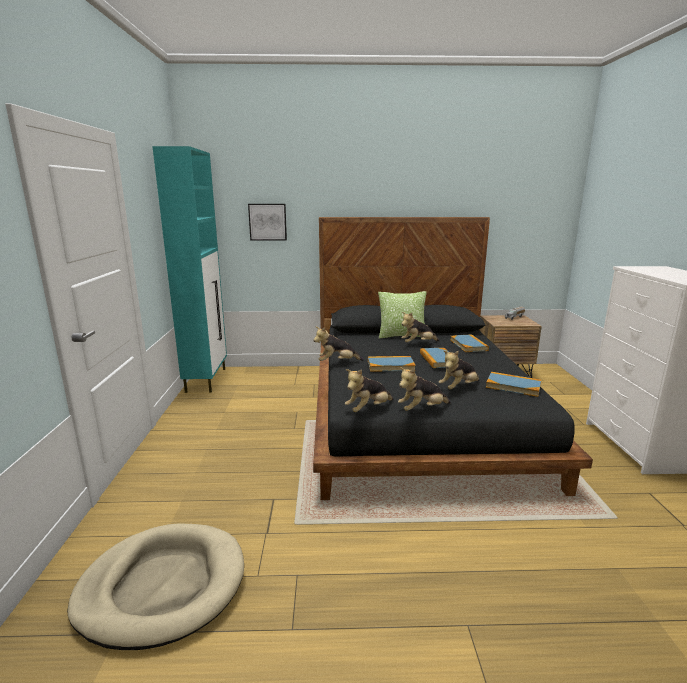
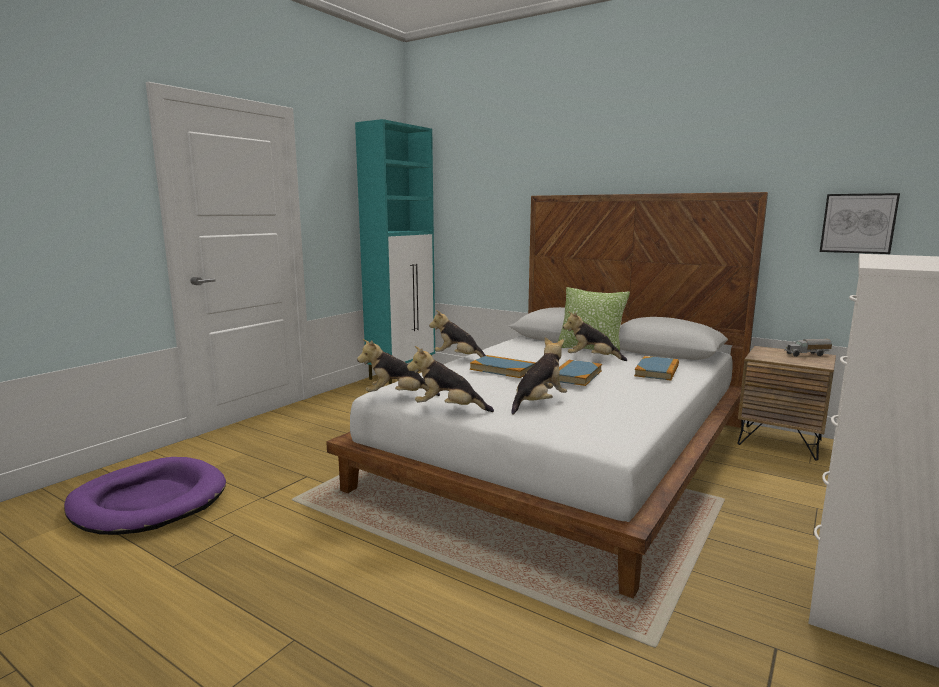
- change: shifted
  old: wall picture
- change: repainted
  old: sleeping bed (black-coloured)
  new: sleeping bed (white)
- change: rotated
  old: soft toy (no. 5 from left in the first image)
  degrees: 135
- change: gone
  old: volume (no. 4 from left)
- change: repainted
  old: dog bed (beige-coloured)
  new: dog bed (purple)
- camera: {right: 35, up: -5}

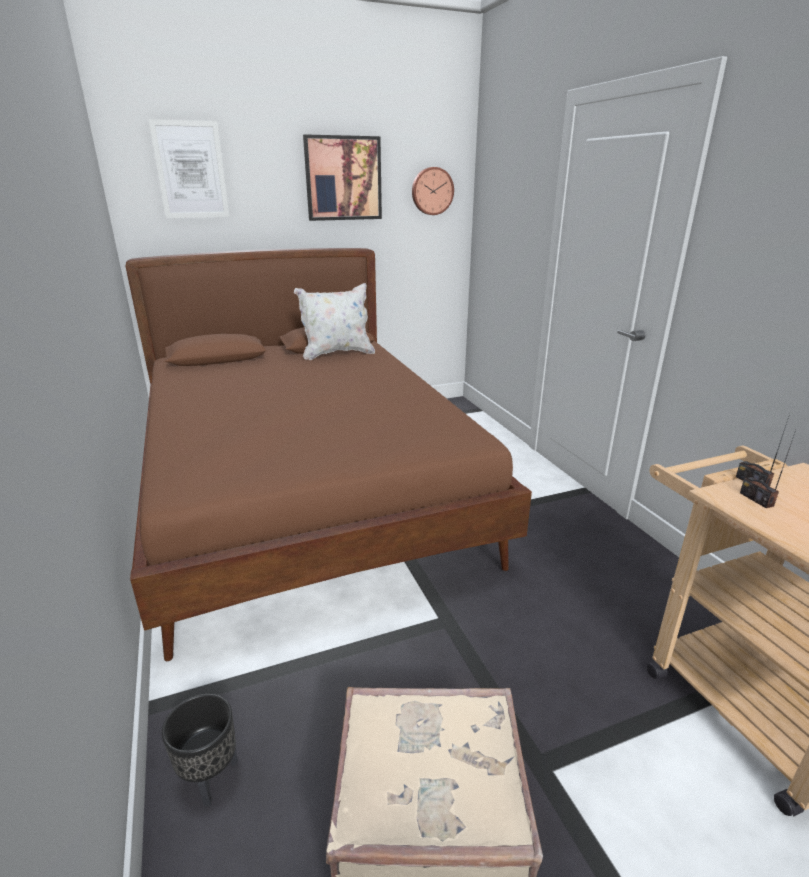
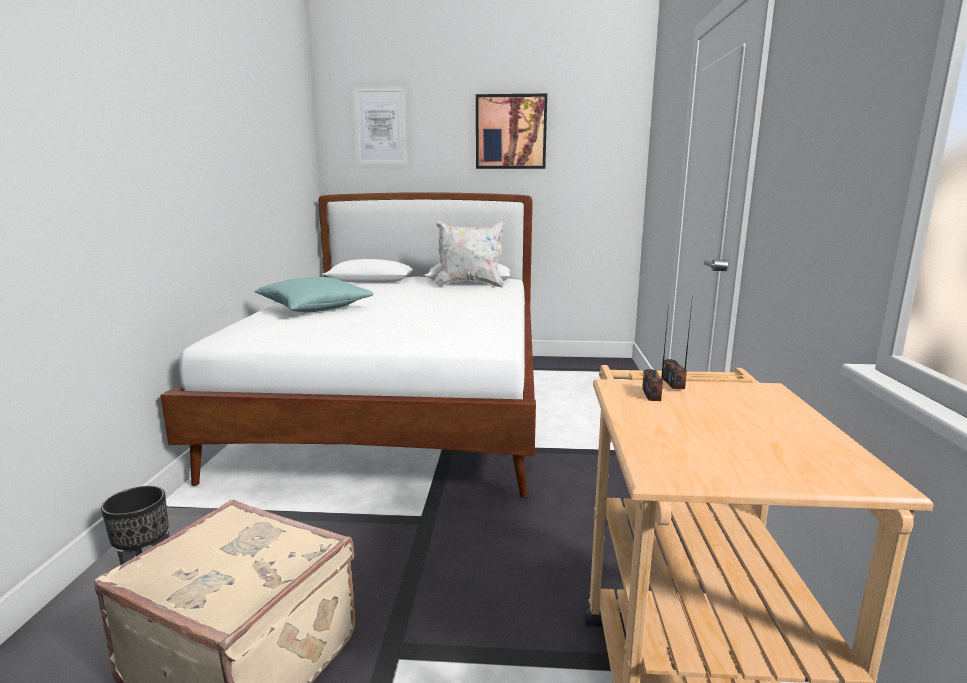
- change: gone
  old: wall clock
- change: repainted
  old: sleeping bed (brown)
  new: sleeping bed (white)
- change: new
  new: cushion (turquoise-coloured)
- camera: {right: 25, up: -10}

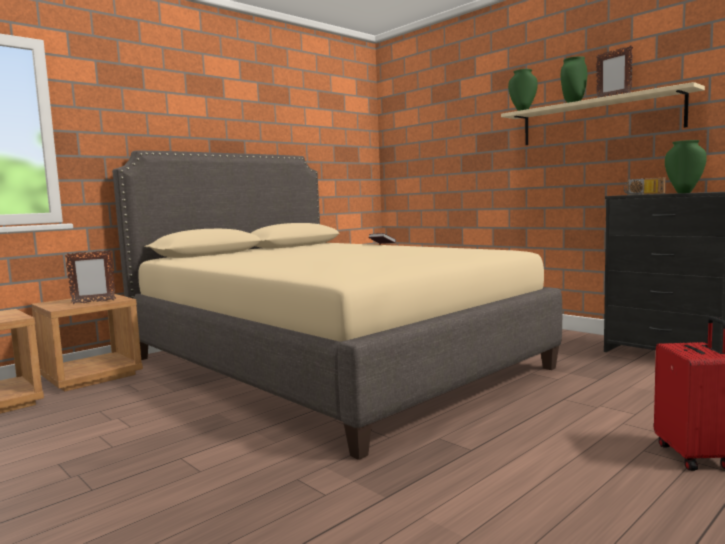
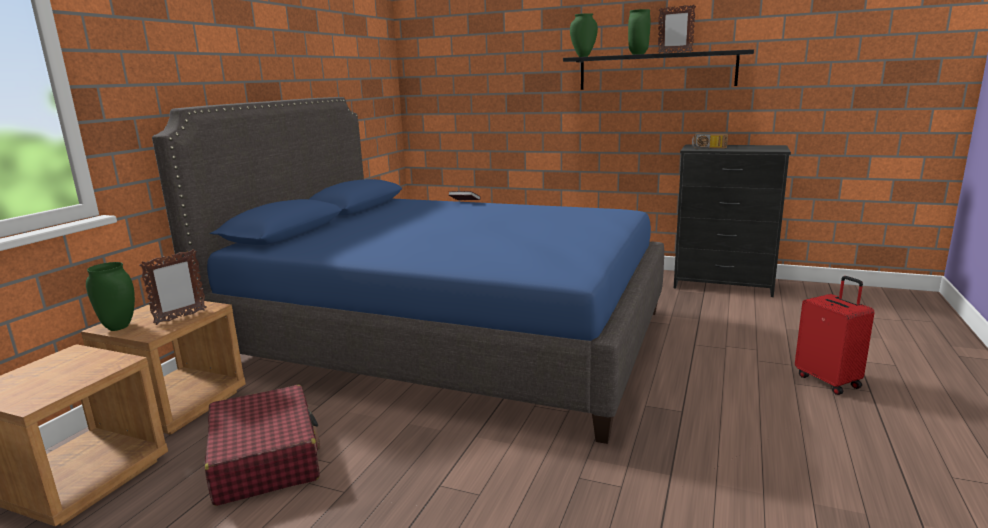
- change: repainted
  old: bracket shelf (beige-coloured)
  new: bracket shelf (black-coloured)
- change: shifted
  old: flower vase (greenish) (no. 3 from left in the first image)
  new: flower vase (greenish) (no. 1 from left)
- change: repainted
  old: sleeping bed (beige-coloured)
  new: sleeping bed (blue)
- change: new
  new: piece of luggage (reddish) (no. 1 from left)
- camera: {right: -25, up: 10}

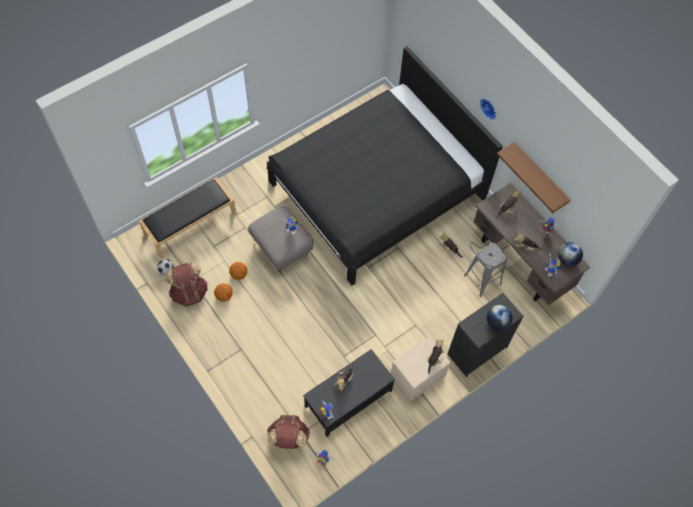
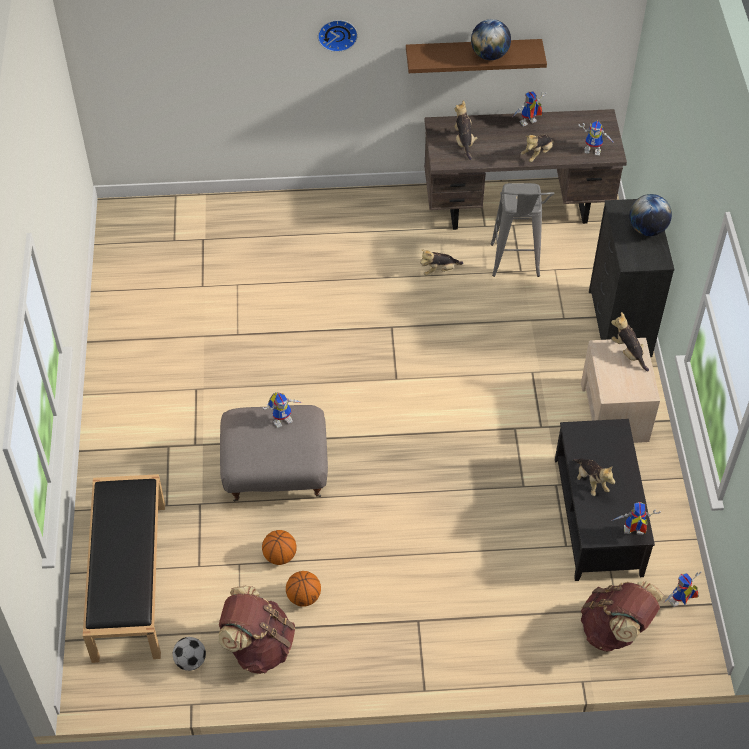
- change: gone
  old: sleeping bed (black-coloured)
- change: shifted
  old: desk globe (no. 2 from left in the first image)
  new: desk globe (no. 1 from left)
- camera: {right: -55, up: -10}

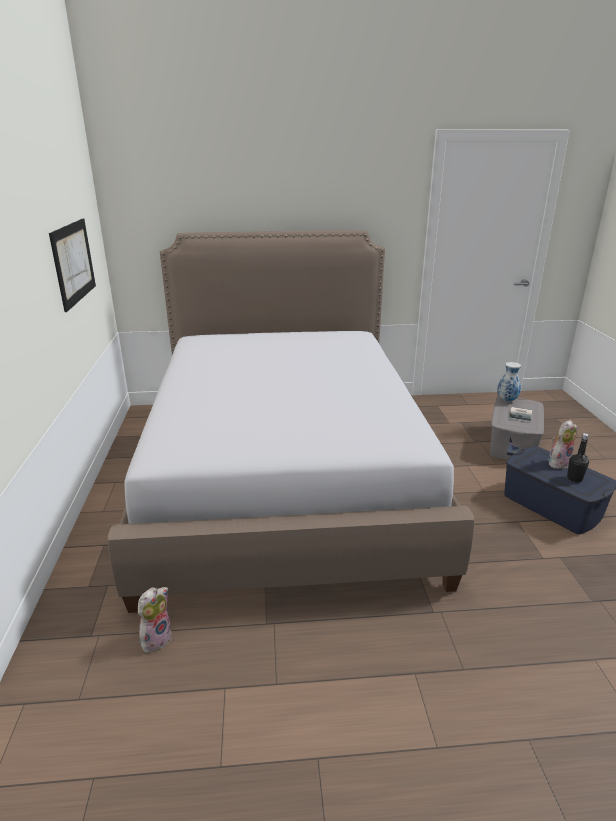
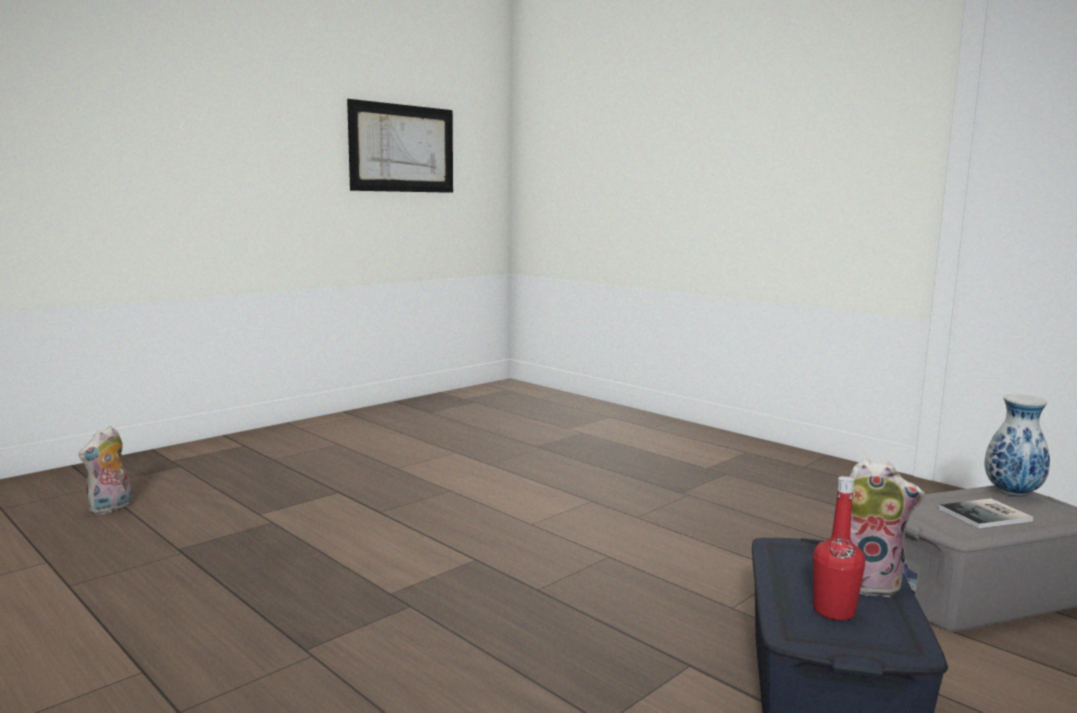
- change: gone
  old: sleeping bed
- change: repainted
  old: beverage bottle (black-coloured)
  new: beverage bottle (reddish)
- change: rotated
  old: soft toy (no. 1 from left)
  degrees: 120
- camera: {right: 50, up: -15}

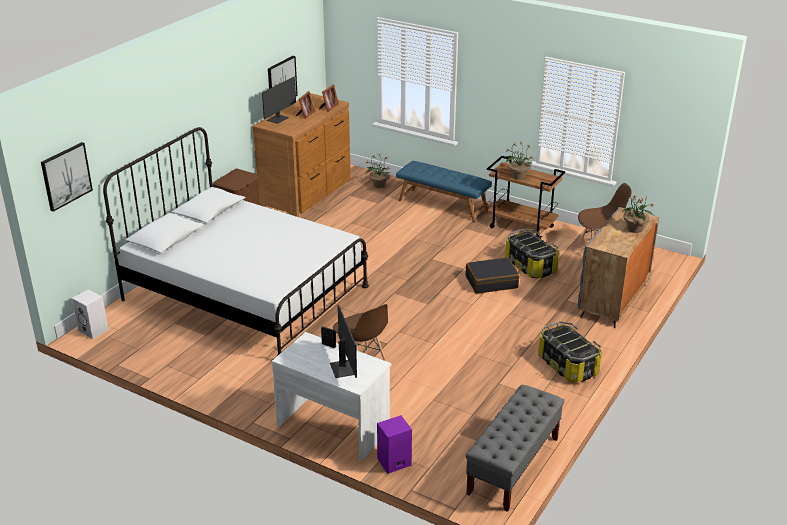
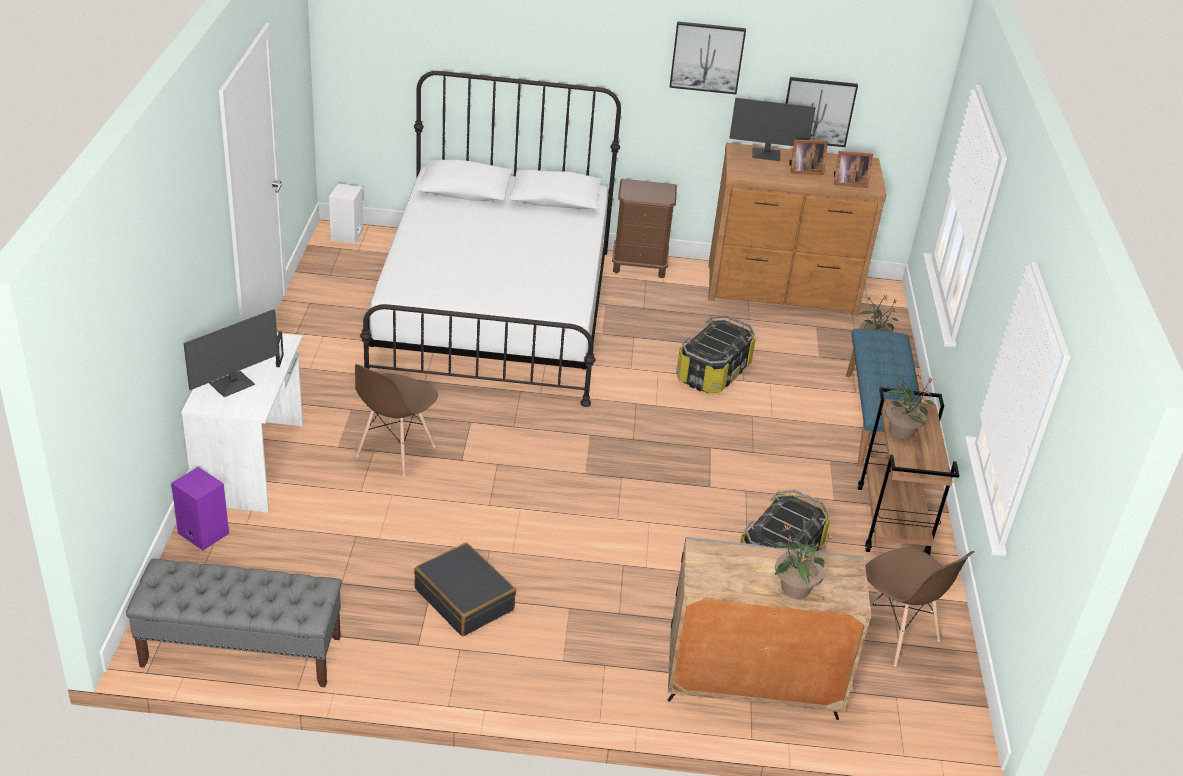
- change: shifted
  old: wall picture (no. 1 from left)
- change: shifted
  old: piece of luggage (black-coloured)
- change: shifted
  old: storage container (no. 2 from left in the first image)
  new: storage container (no. 1 from left)
- camera: {right: 60, up: 5}

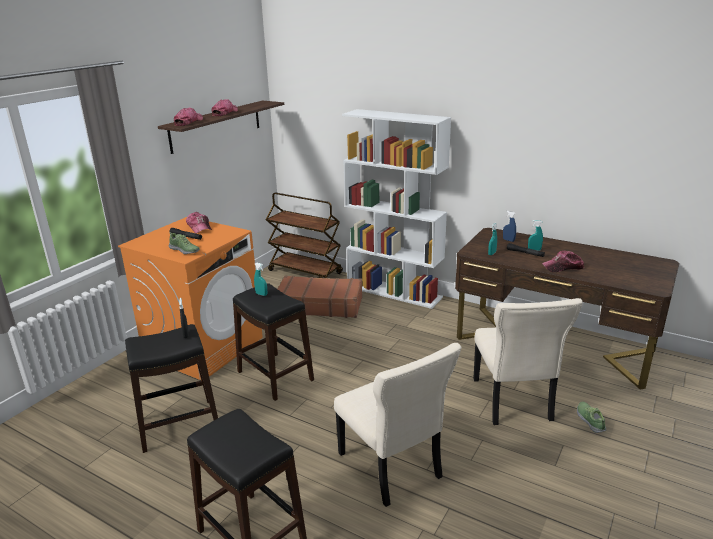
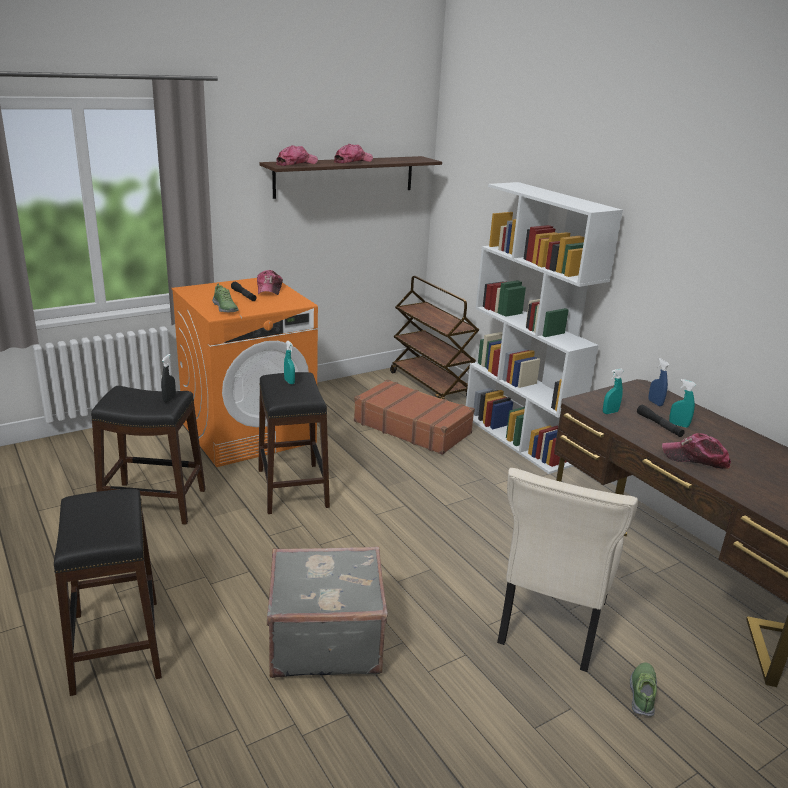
- change: swapped
  old: upright chair (beige-coloured) (no. 1 from left)
  new: piece of luggage (greyish)
- camera: {right: 25, up: 0}

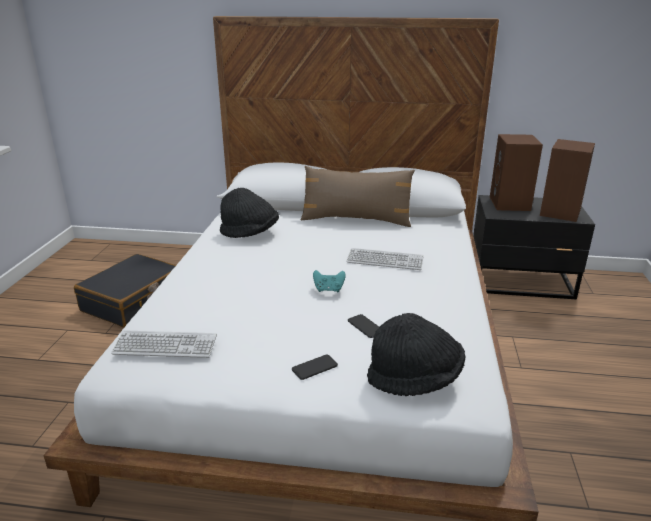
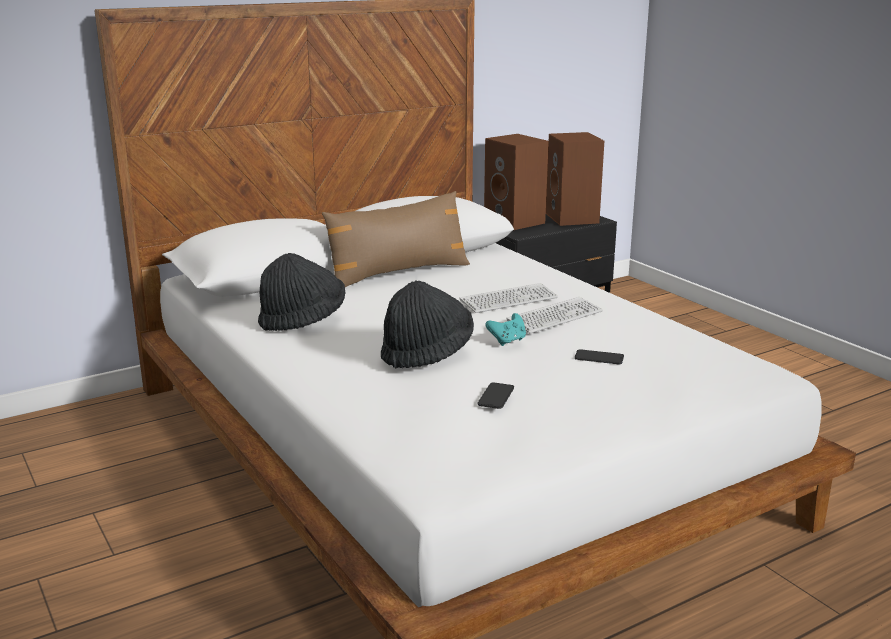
- change: gone
  old: piece of luggage (black-coloured)
- change: shifted
  old: wearable hat (black-coloured) (no. 2 from left)
- change: shifted
  old: computer keyboard (no. 1 from left in the first image)
  new: computer keyboard (no. 2 from left)
- change: shifted
  old: phone (no. 1 from left)
- camera: {right: -40, up: -5}

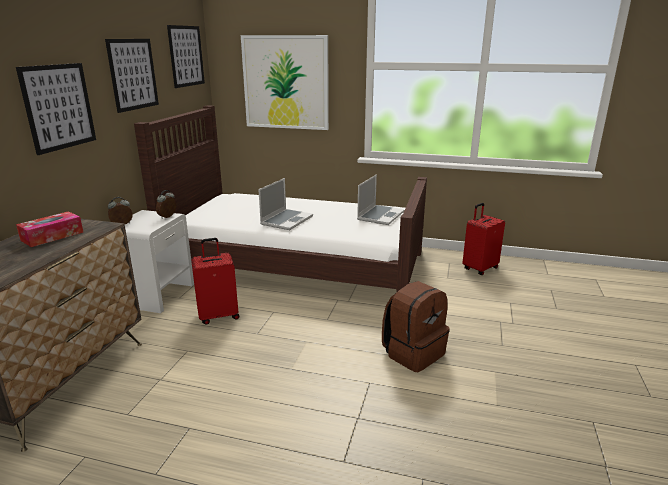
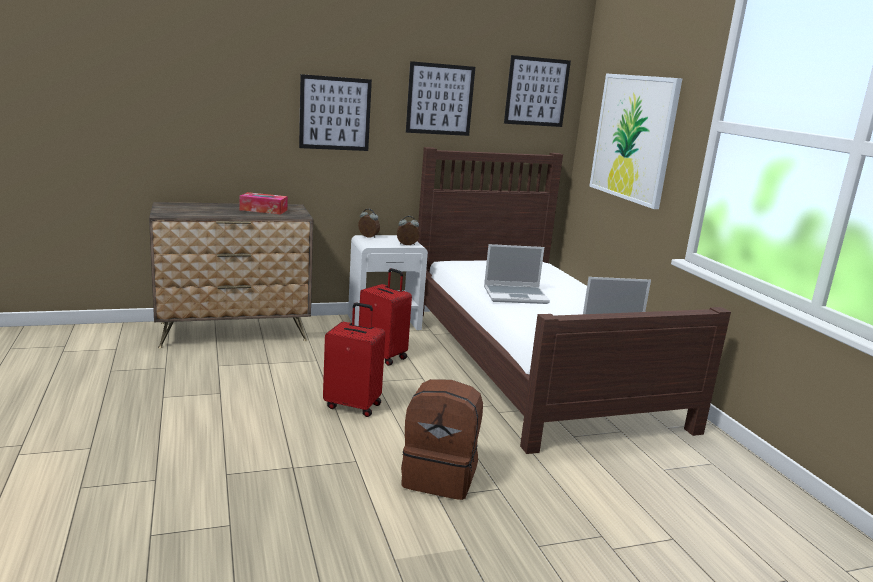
- change: shifted
  old: piece of luggage (reddish) (no. 2 from left in the first image)
  new: piece of luggage (reddish) (no. 1 from left)
- camera: {right: 55, up: -5}

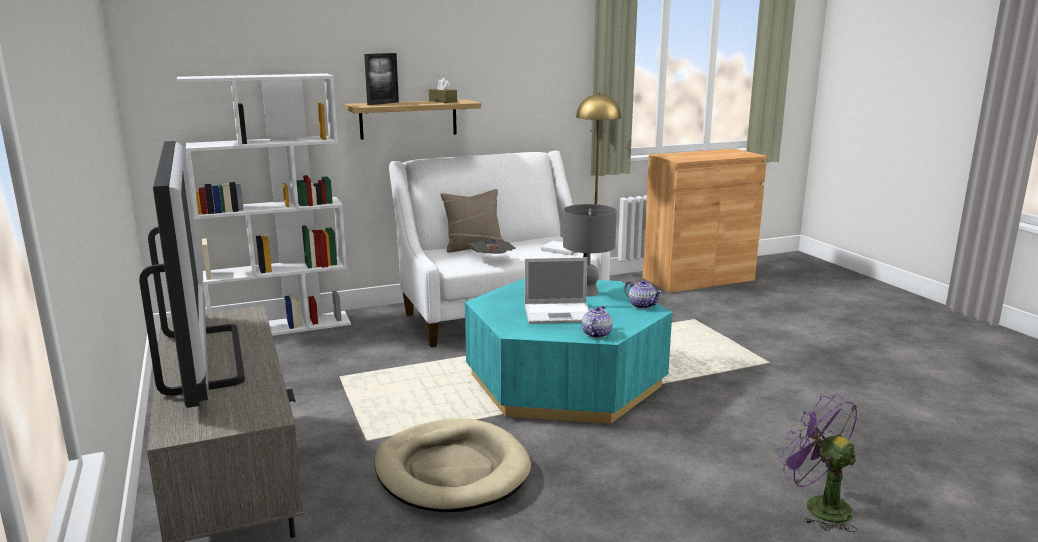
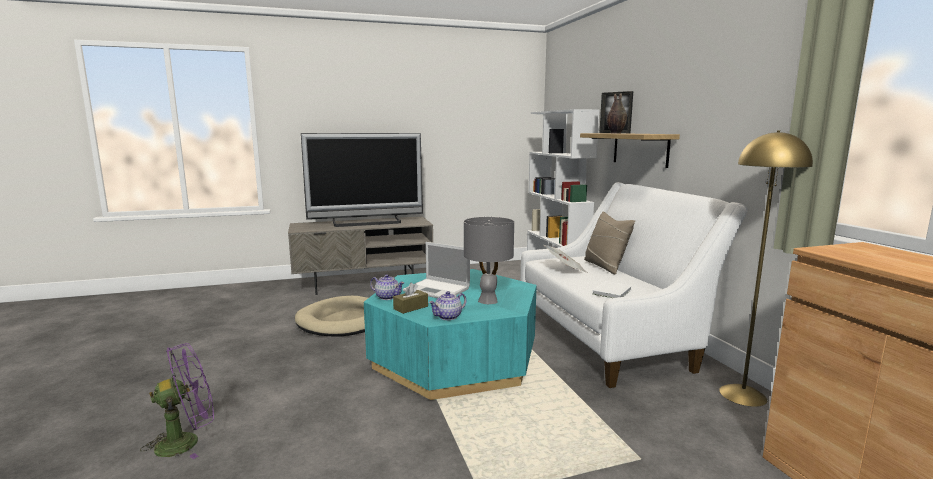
- change: shifted
  old: tissue holder (brown)
- change: rotated
  old: notebook computer
  degrees: -60
- change: new
  new: flower vase
- camera: {right: 95, up: -5}

